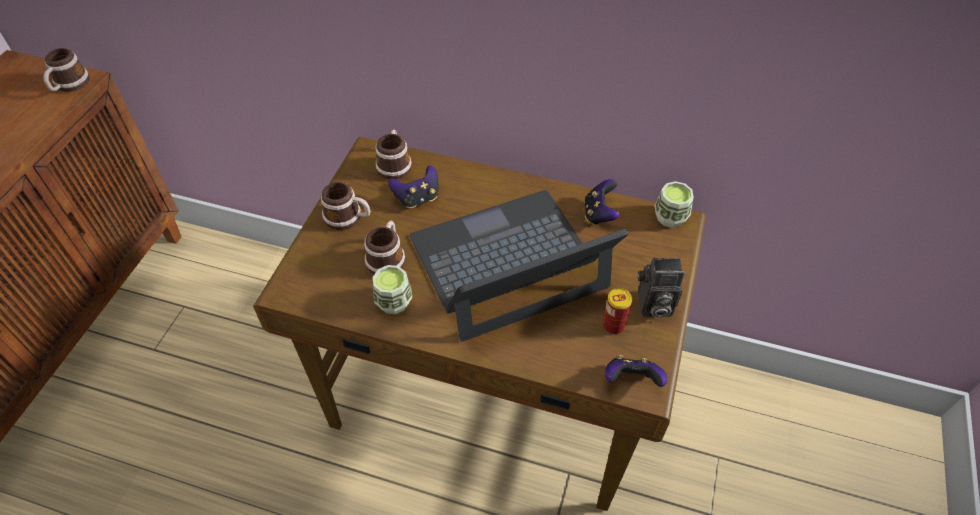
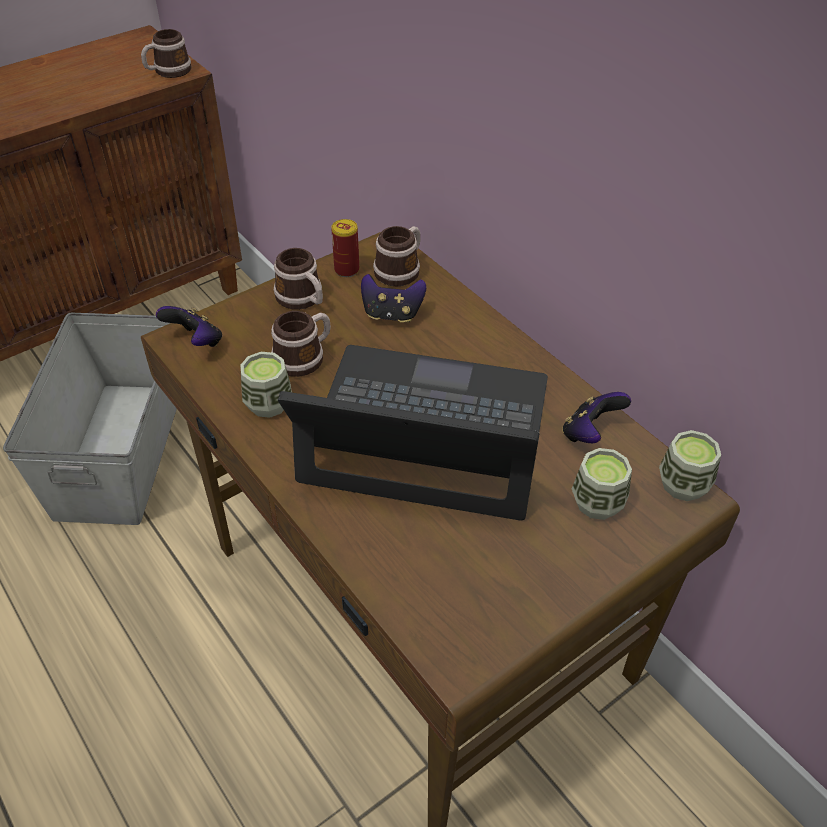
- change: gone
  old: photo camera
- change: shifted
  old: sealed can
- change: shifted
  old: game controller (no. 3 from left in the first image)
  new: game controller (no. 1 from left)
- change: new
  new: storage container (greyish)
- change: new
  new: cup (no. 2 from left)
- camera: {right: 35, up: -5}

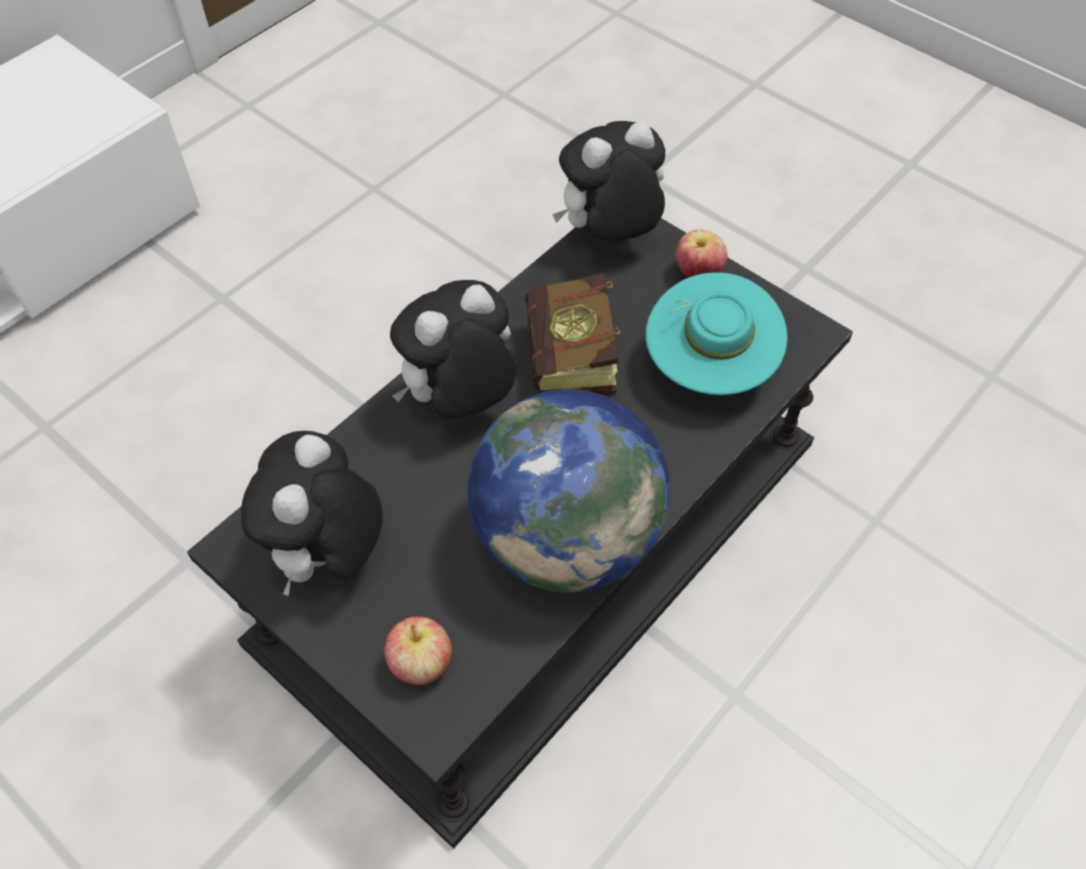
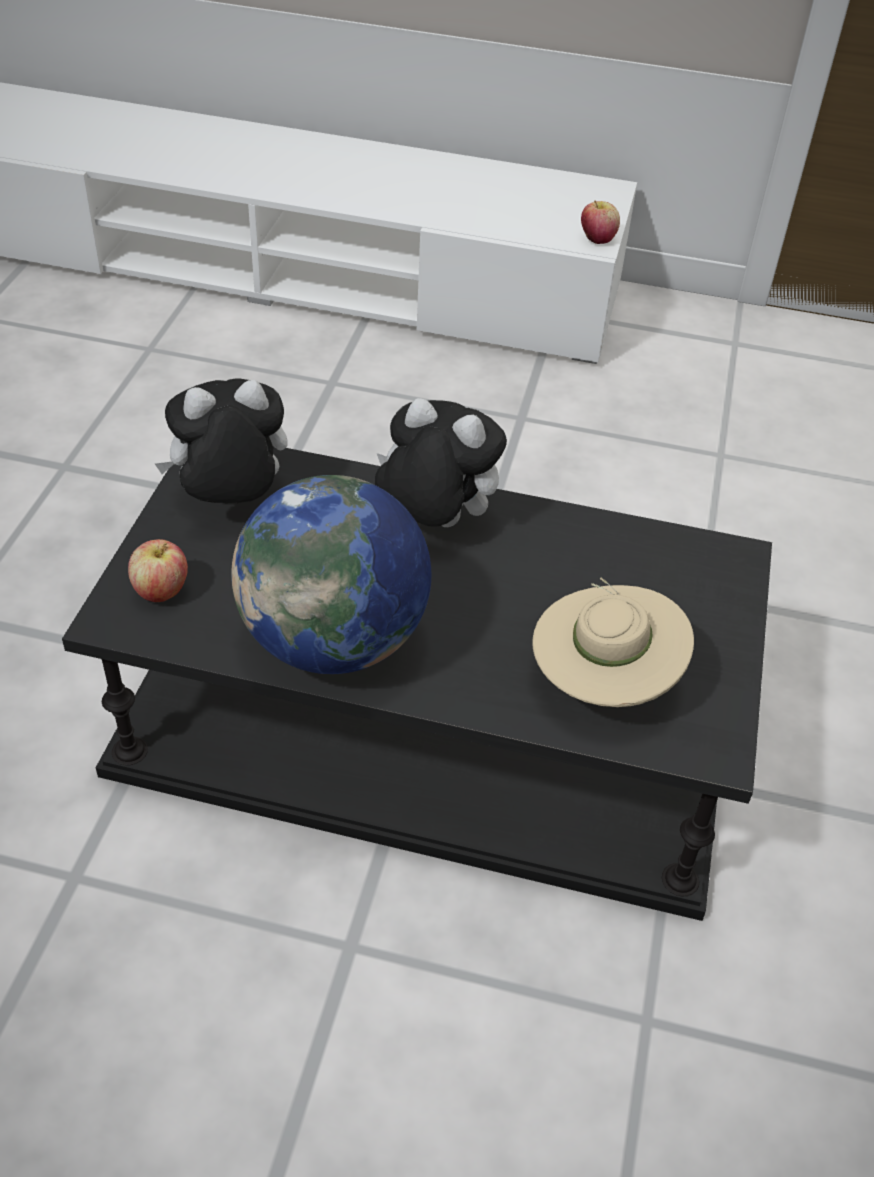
- change: gone
  old: soft toy (no. 3 from left)
- change: shifted
  old: whole apple (no. 2 from left)
- change: gone
  old: volume
- change: repainted
  old: wearable hat (turquoise-coloured)
  new: wearable hat (beige-coloured)
- camera: {right: 60, up: -10}

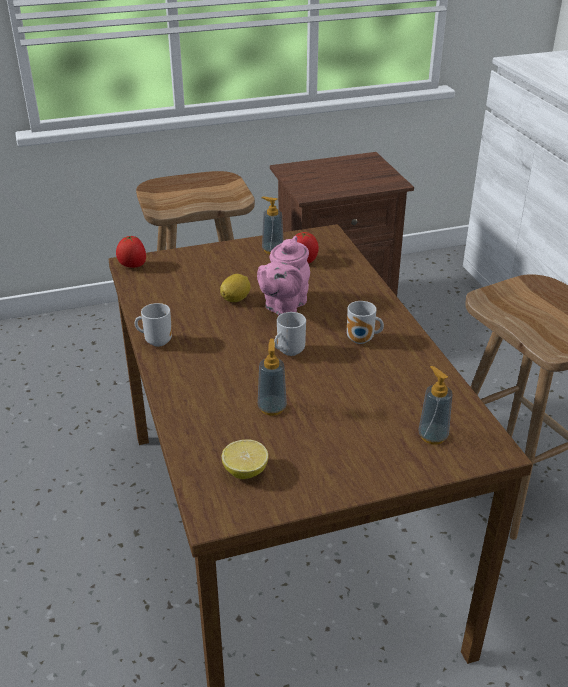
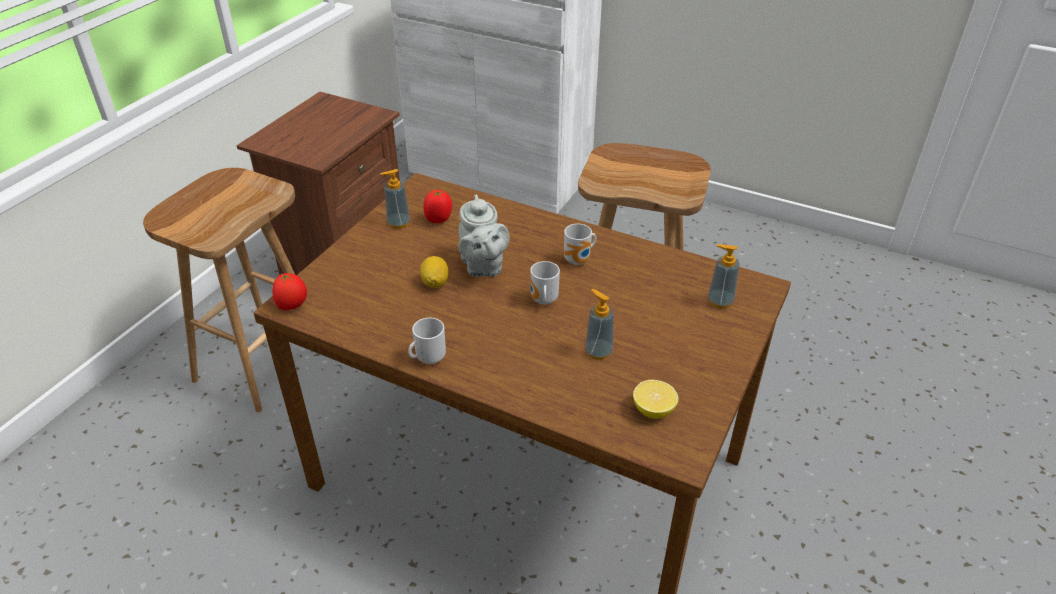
- change: repainted
  old: teapot (pink-coloured)
  new: teapot (greyish)
- camera: {right: -45, up: 5}

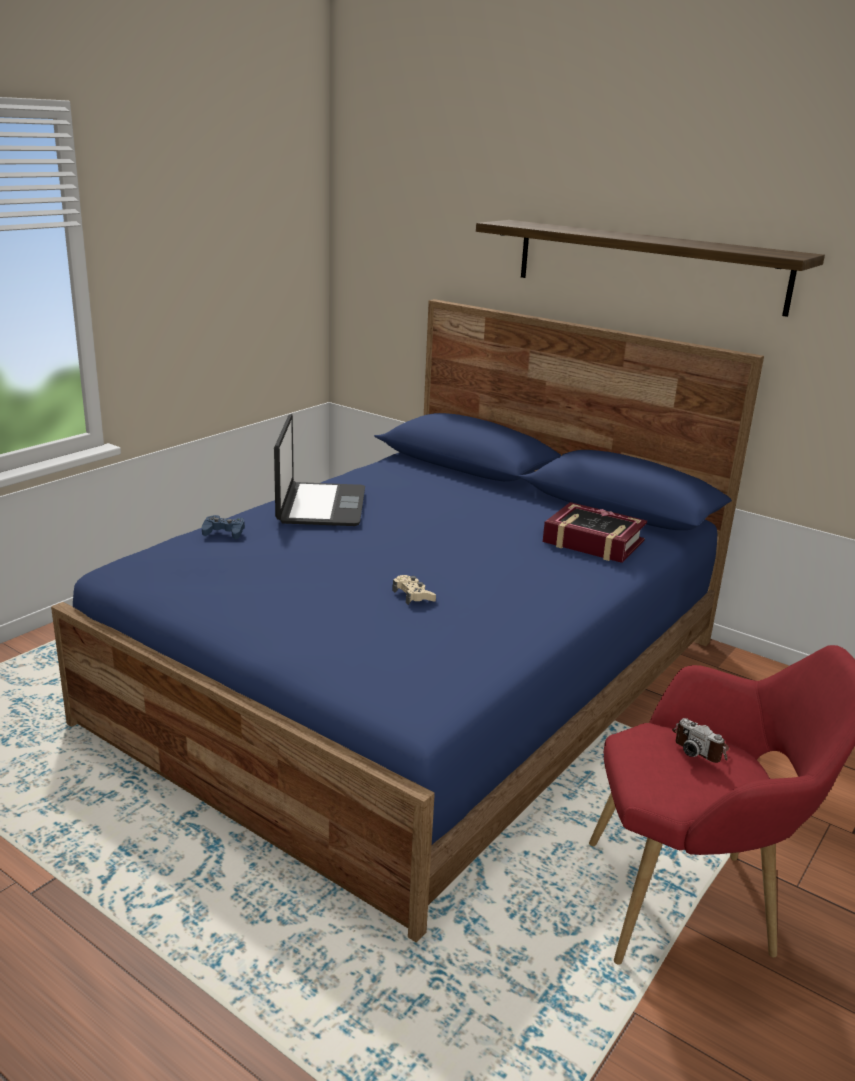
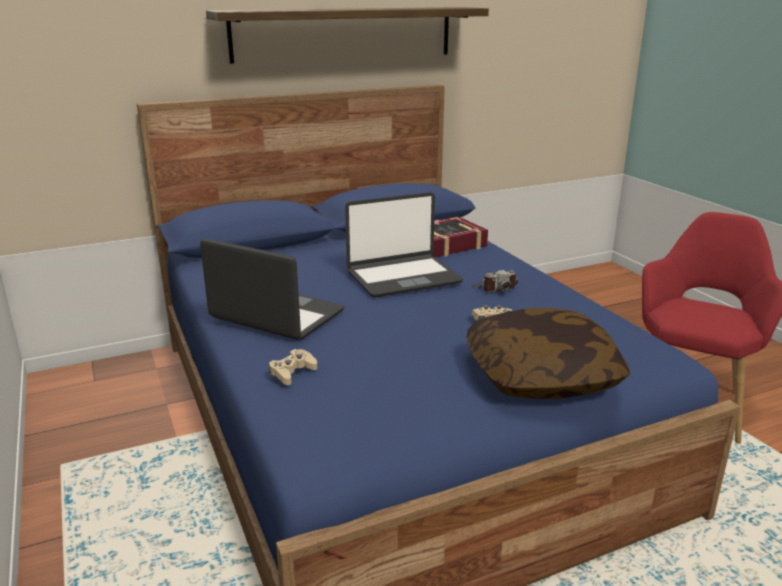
- change: repainted
  old: game controller (blue)
  new: game controller (beige-coloured) (no. 1 from left)
- change: shifted
  old: photo camera
- change: new
  new: notebook computer (no. 2 from left)
- change: new
  new: cushion
- camera: {right: -60, up: 0}

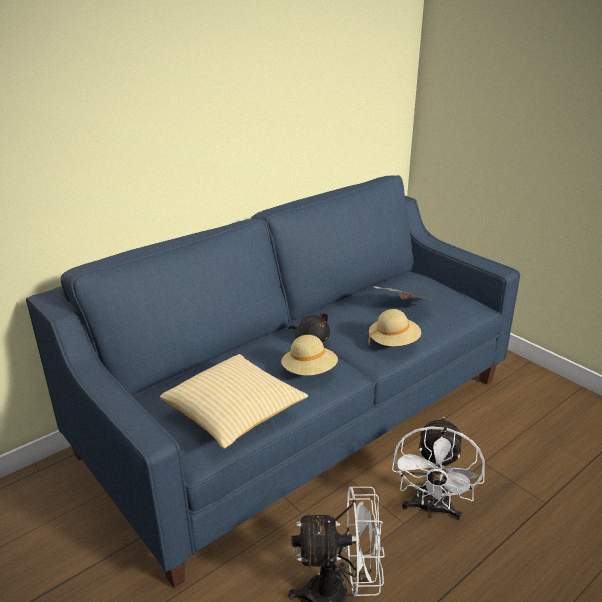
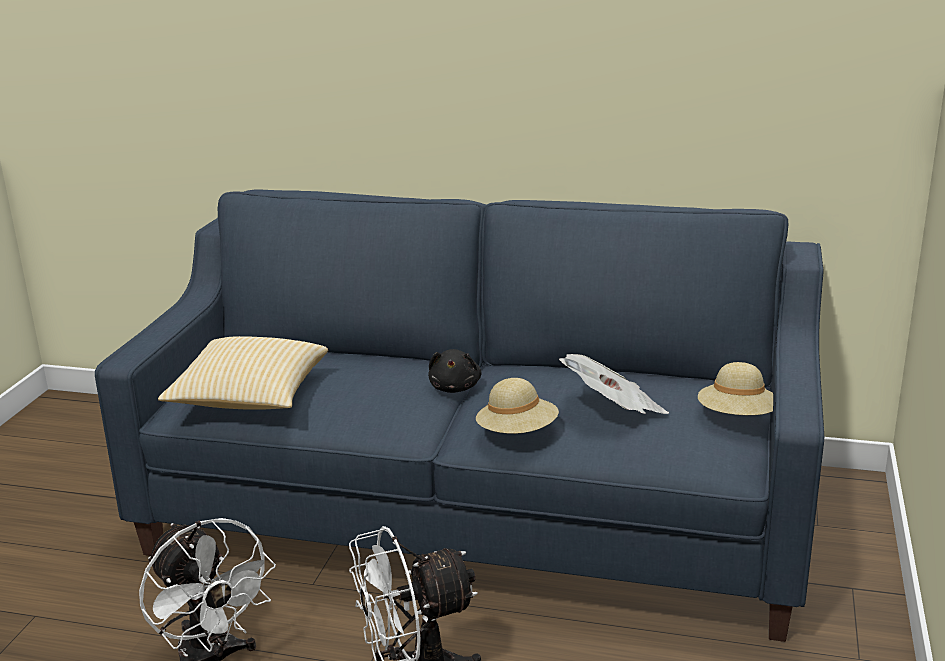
- change: shifted
  old: wearable hat (beige-coloured) (no. 1 from left in the first image)
  new: wearable hat (beige-coloured) (no. 2 from left)
- camera: {right: 55, up: -5}

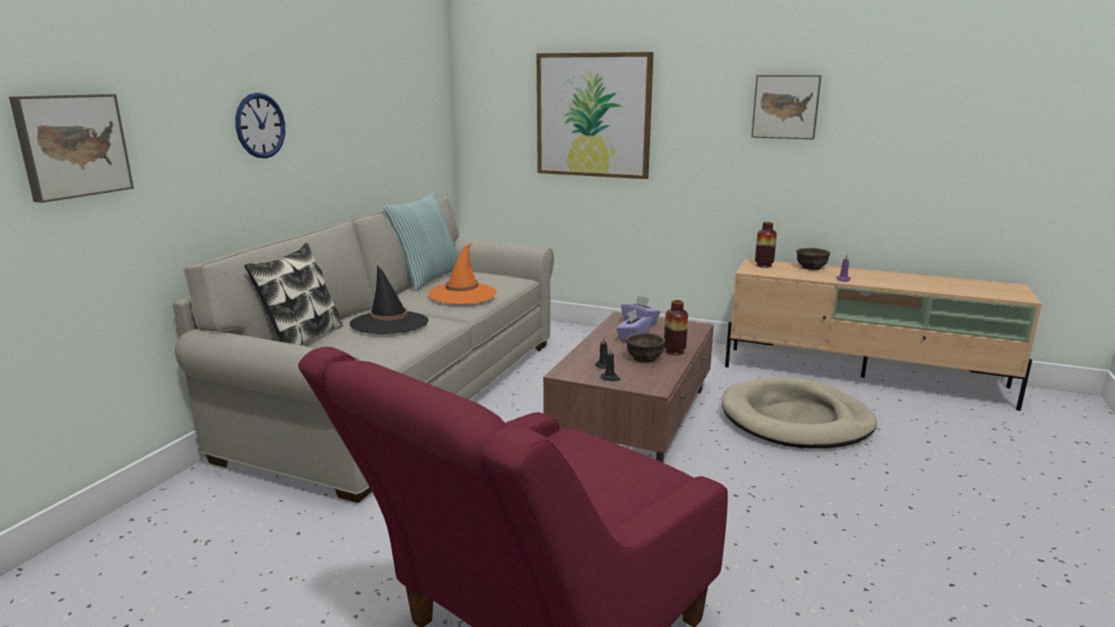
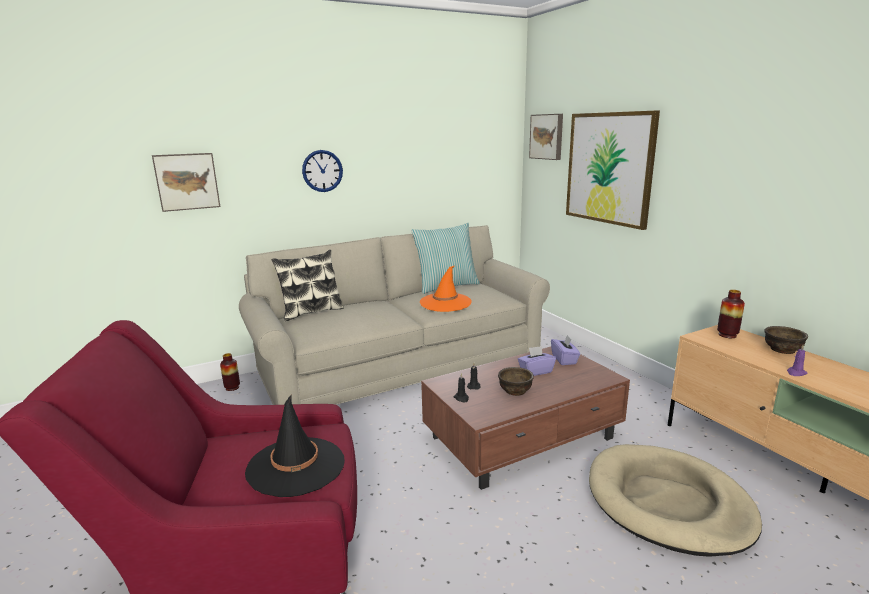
- change: shifted
  old: wall picture (no. 3 from left in the first image)
  new: wall picture (no. 2 from left)
- change: shifted
  old: wearable hat (black-coloured)
- change: shifted
  old: flower vase (no. 1 from left)
- camera: {right: 40, up: 0}

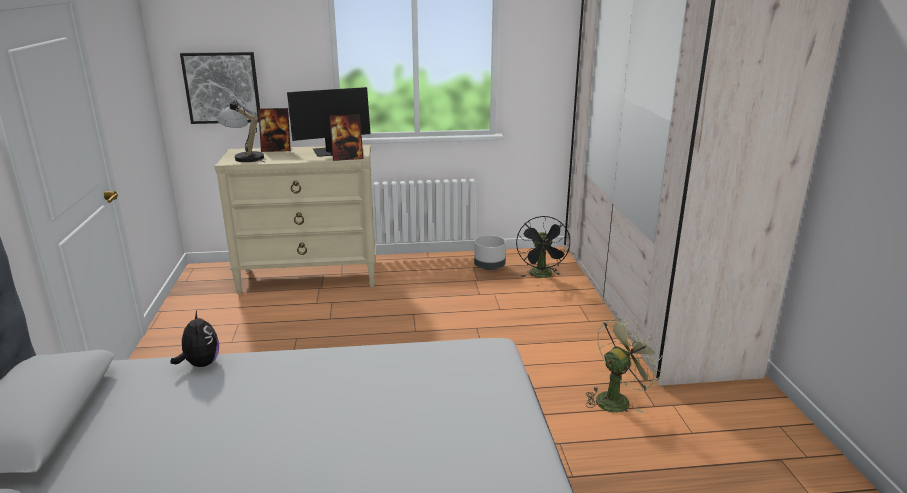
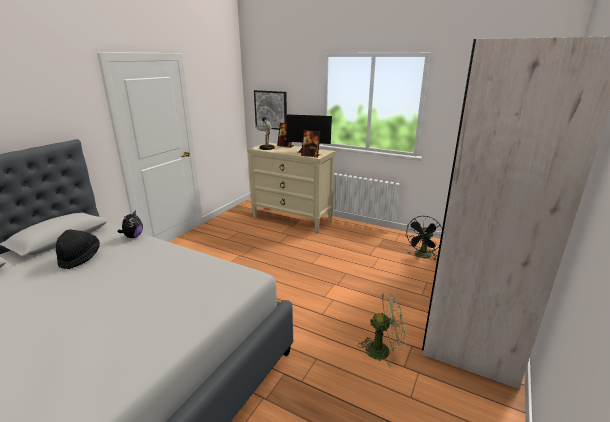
- change: gone
  old: planter (greyish)
- change: new
  new: wearable hat (black-coloured)
- camera: {right: 35, up: 0}

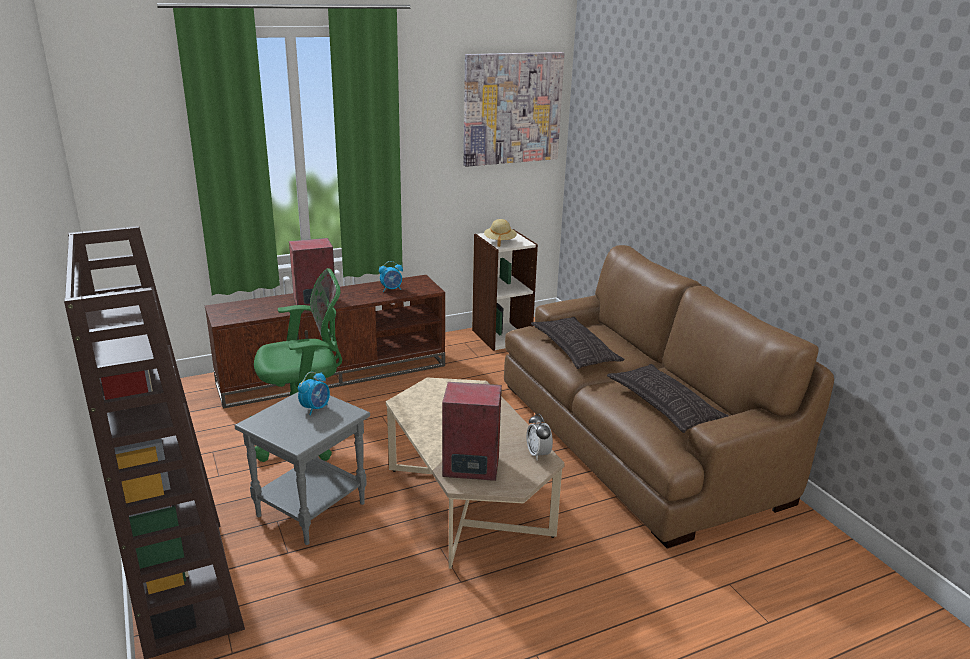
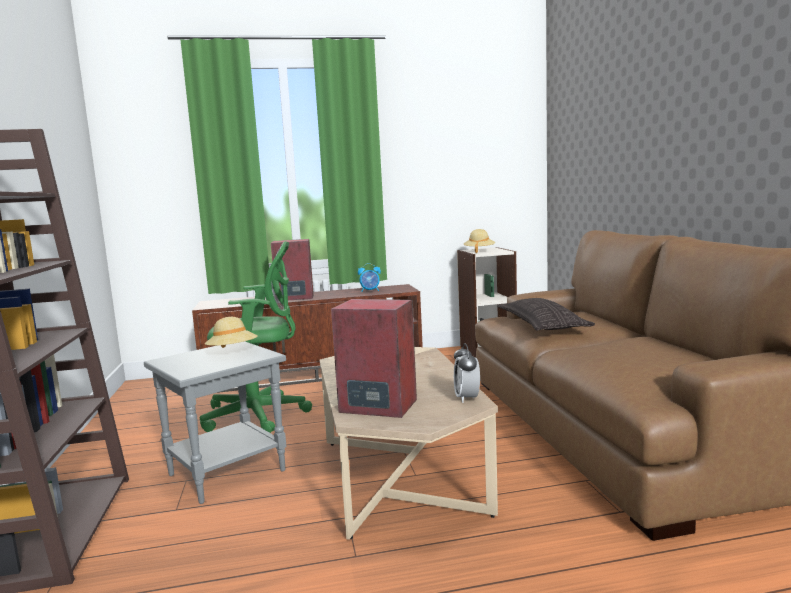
- change: gone
  old: wall picture
- change: gone
  old: cushion (no. 2 from left)
- change: swapped
  old: table clock (no. 1 from left)
  new: wearable hat (beige-coloured) (no. 1 from left)
- camera: {right: 15, up: -15}

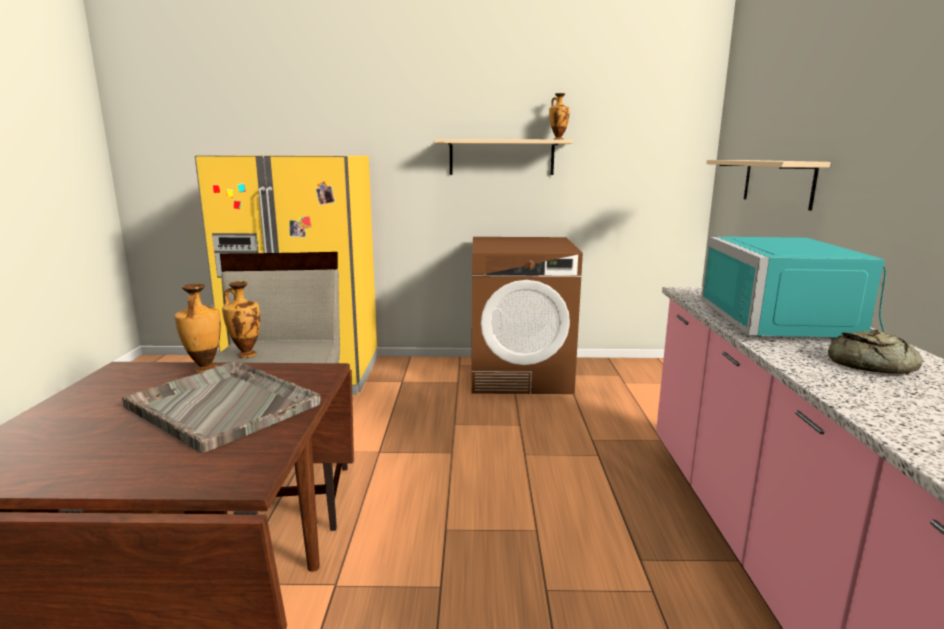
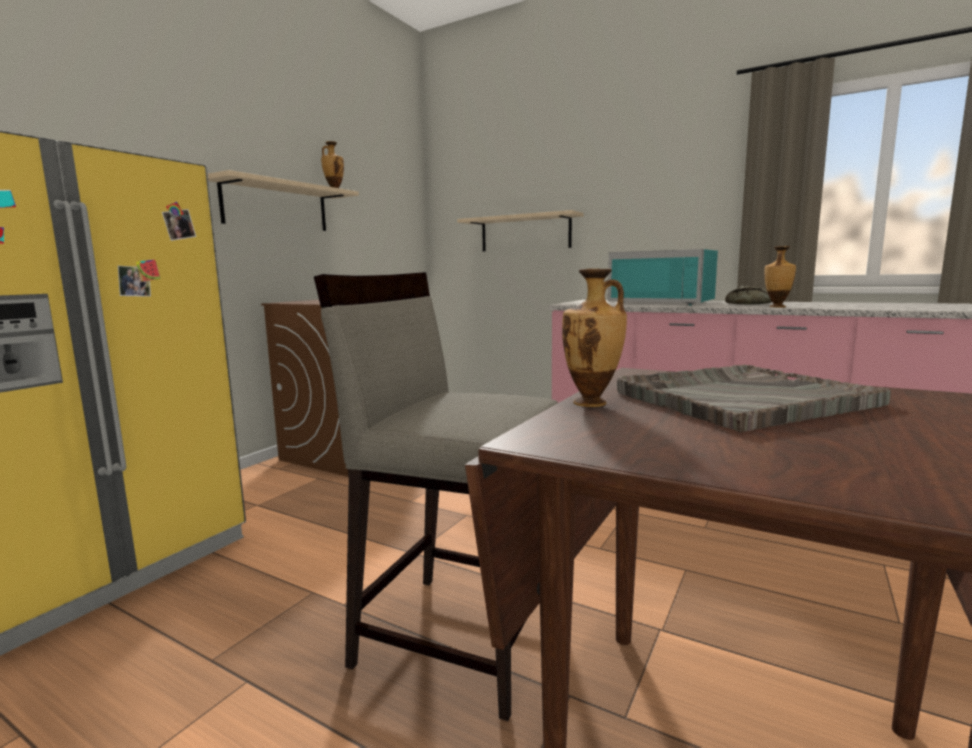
- change: shifted
  old: flower vase (no. 2 from left in the first image)
  new: flower vase (no. 3 from left)
- camera: {right: -60, up: -5}

